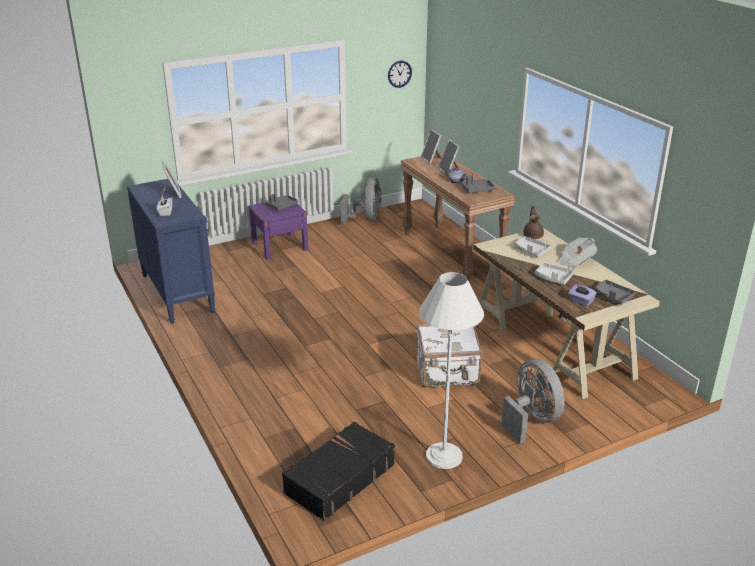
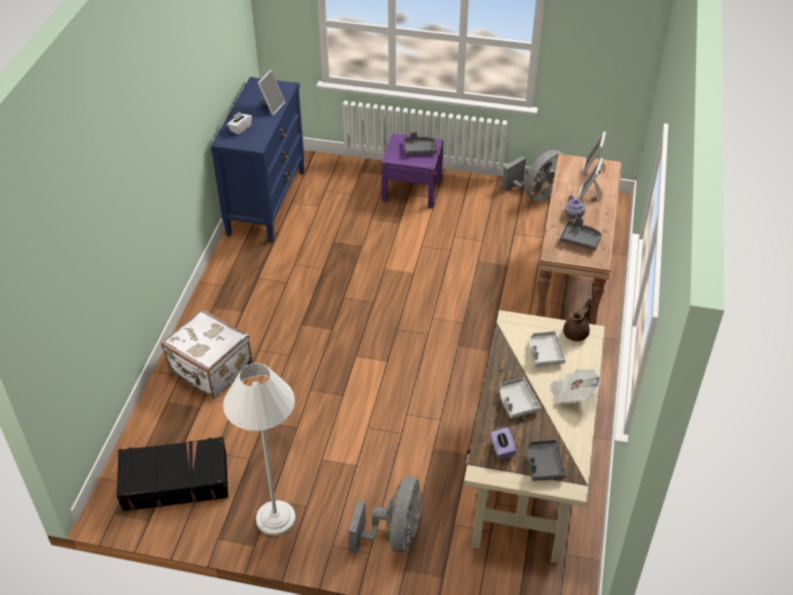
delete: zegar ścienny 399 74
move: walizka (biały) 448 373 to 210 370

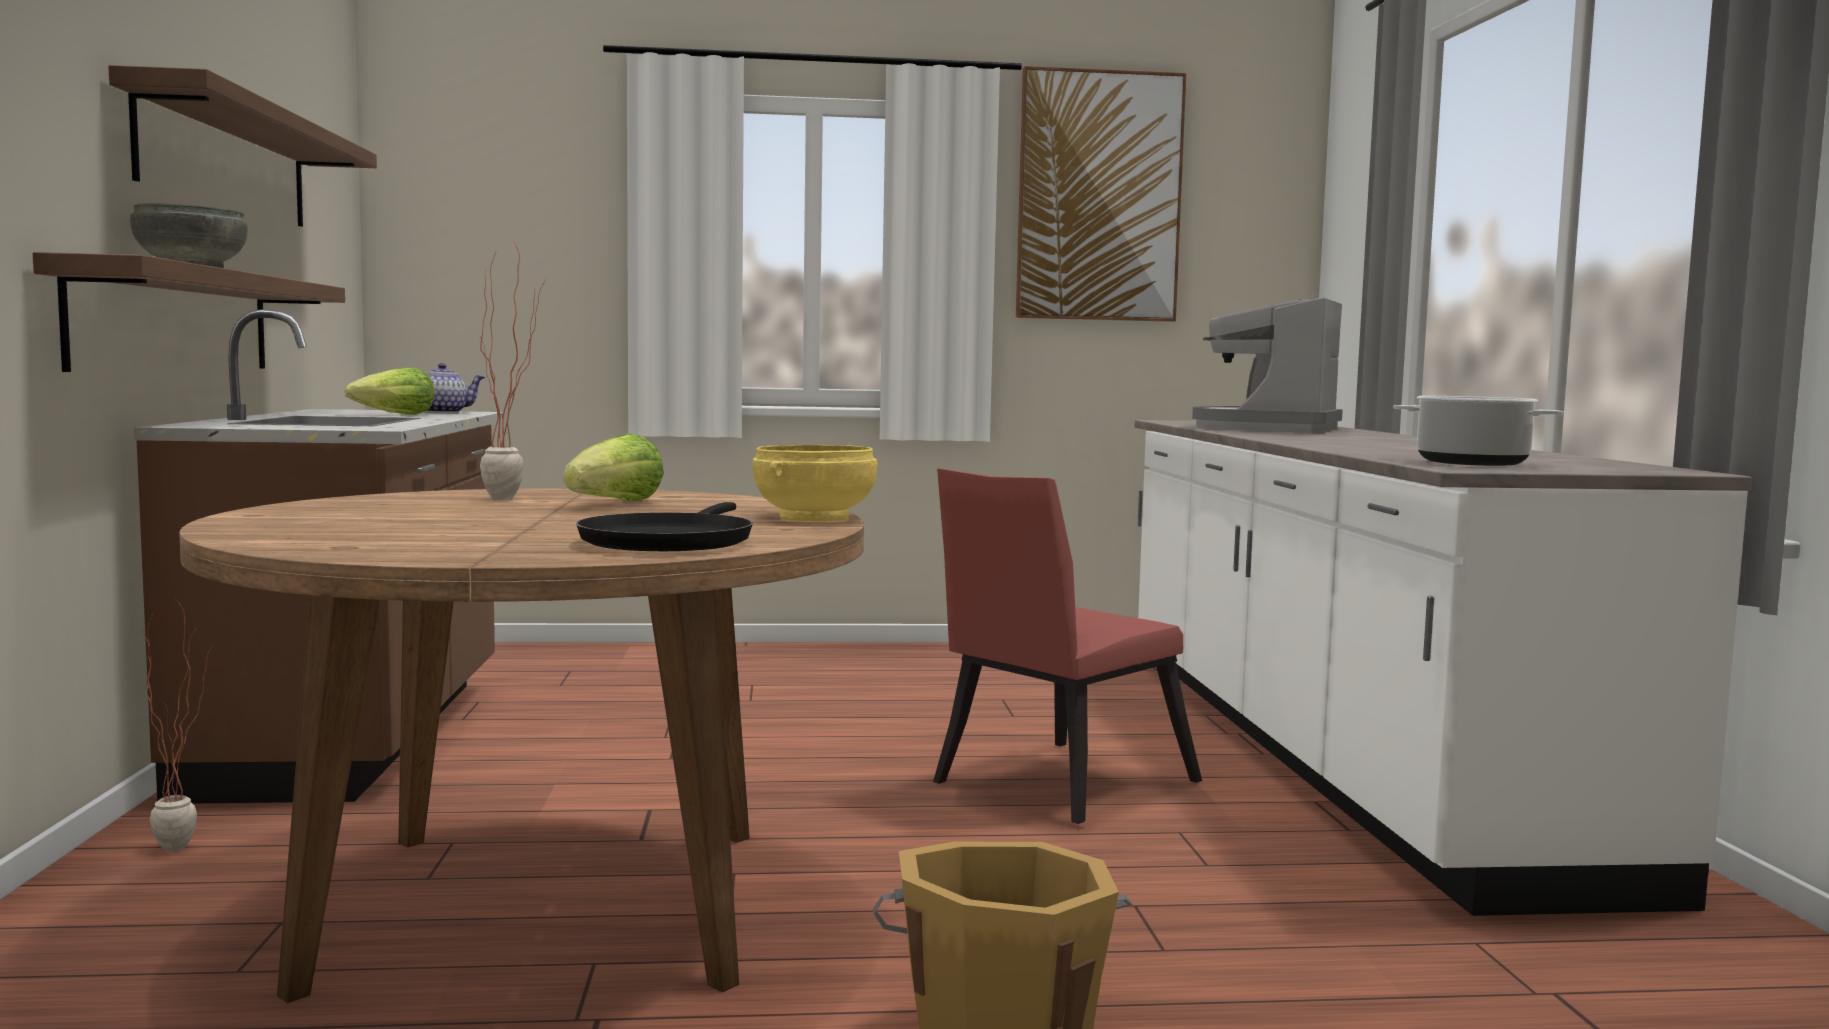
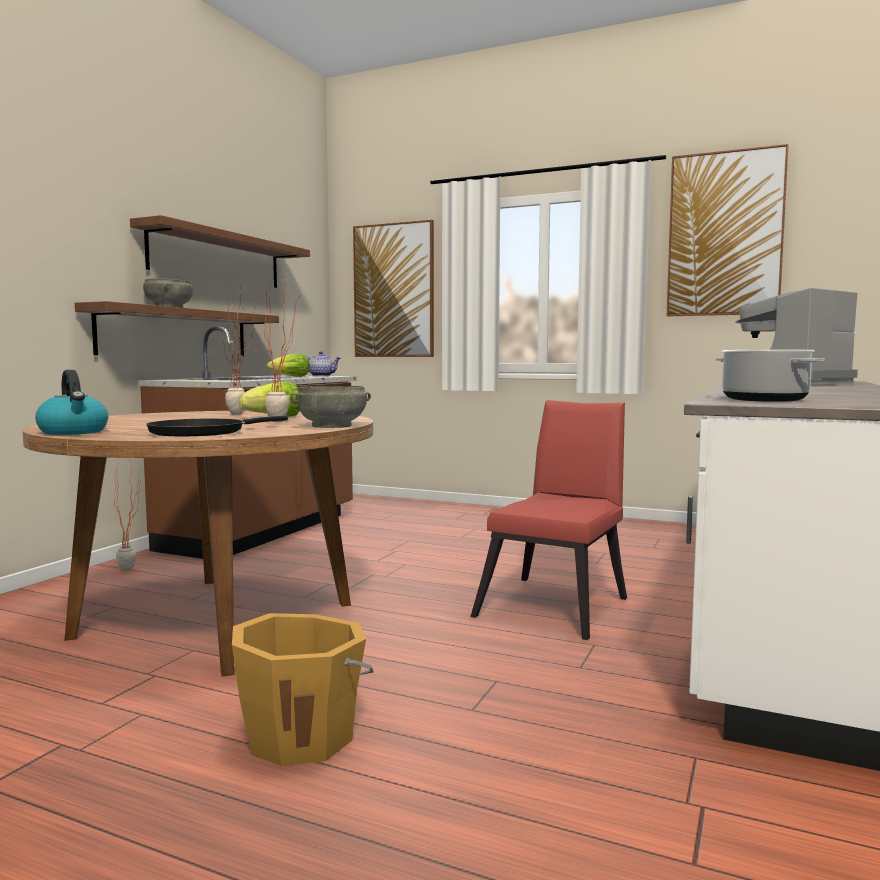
insert: czajnik 74 432; roślina doniczkowa 285 421; obraz 394 291
recolor: miska (żółty) 815 517 to miska (szary) 332 426
rotate: krzesło (czerwony) 1053 784 = 558 604 135 degrees clockwise

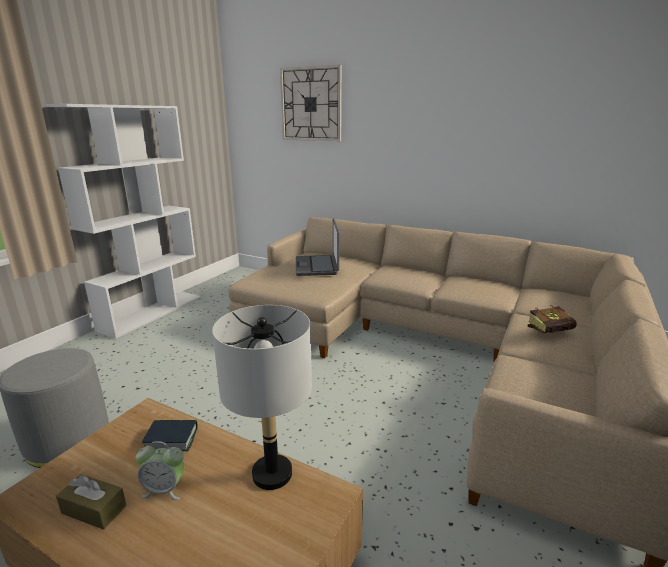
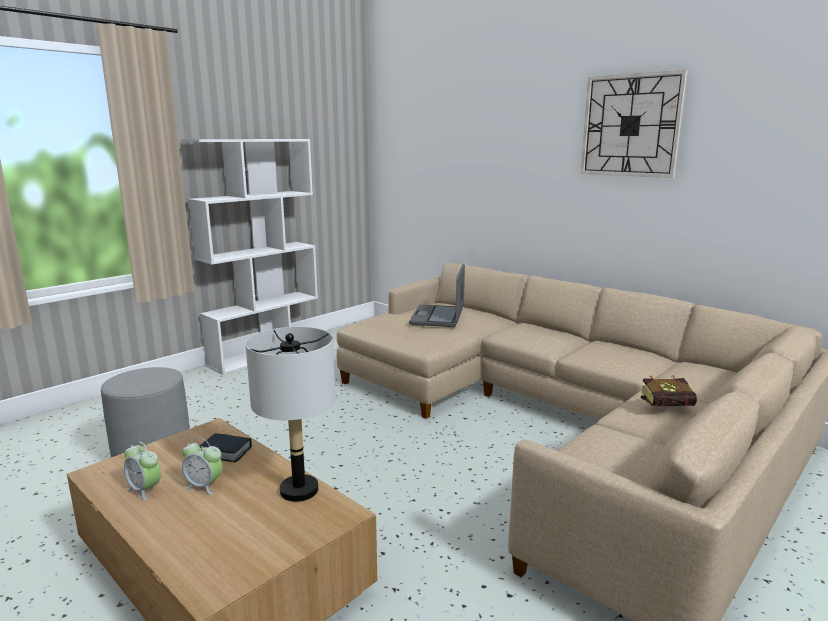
move: zegar ścienny 311 104 to 630 125
replace: pudełko chusteczek (brązowy) 94 509 to budzik 145 490

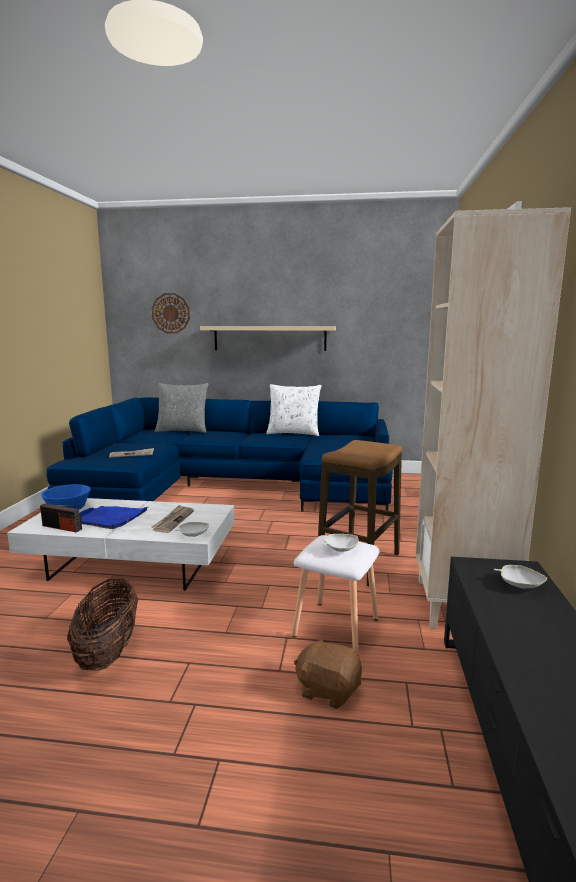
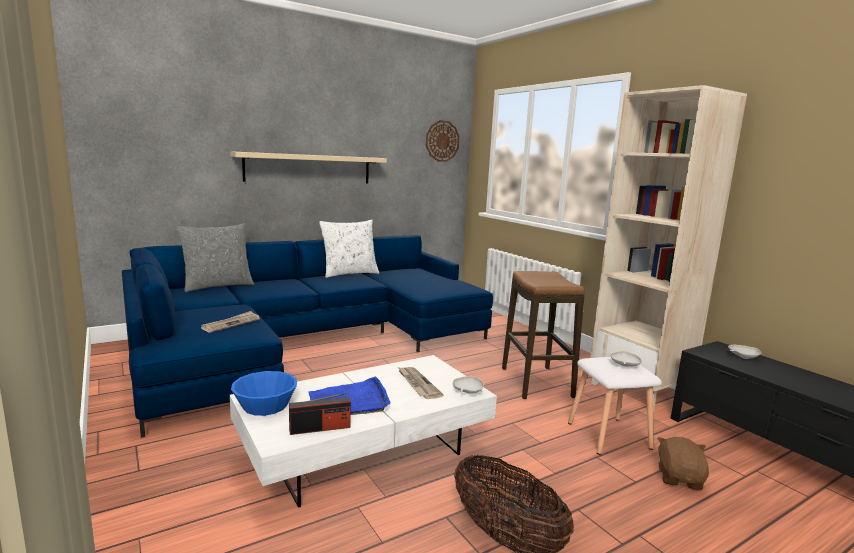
move: zegar ścienny 171 313 to 442 141
rotate: pluszak (brązowy) 328 690 = 680 479 120 degrees clockwise

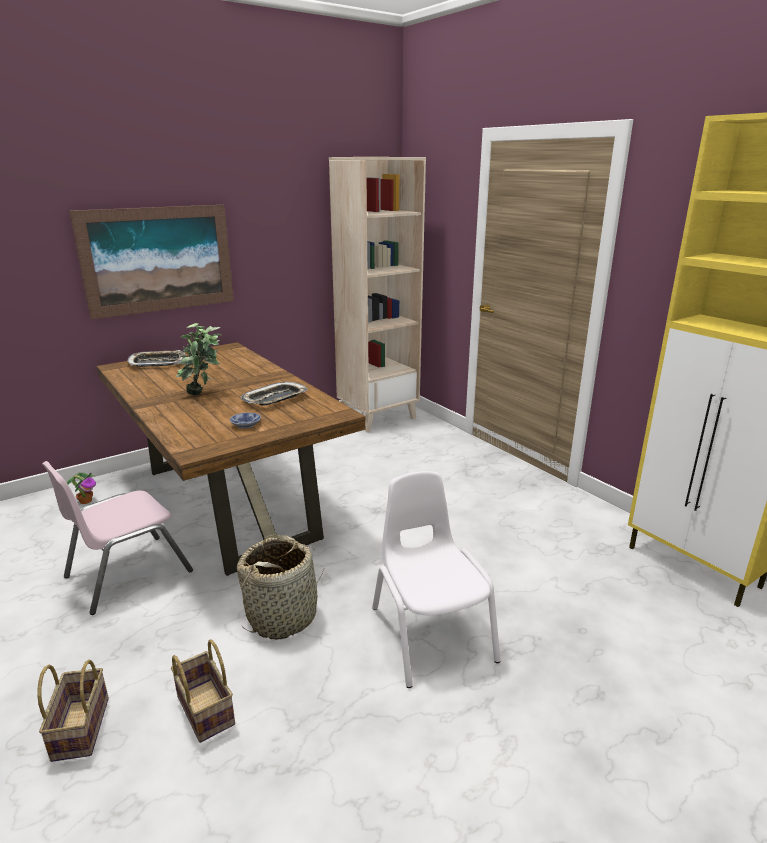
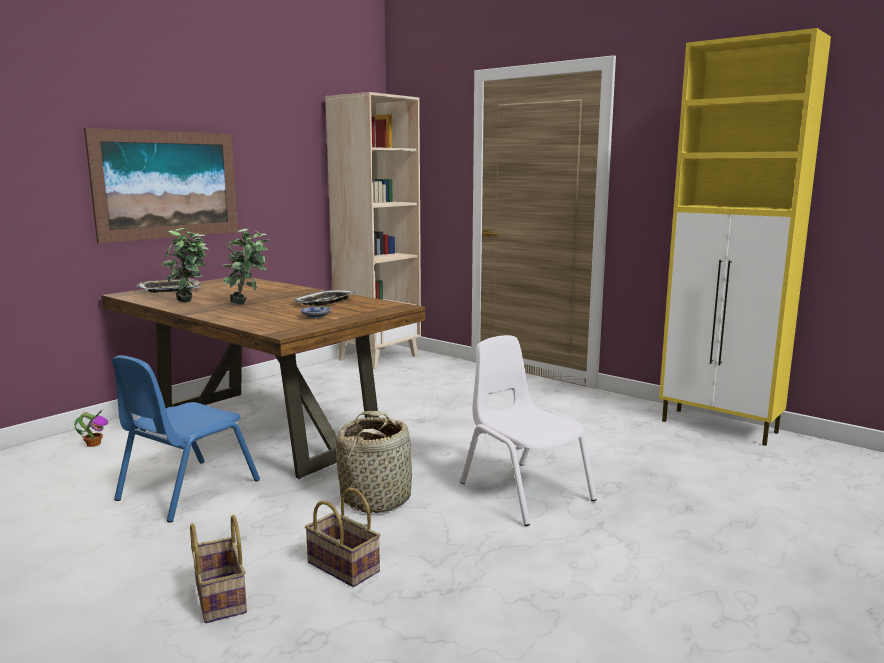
insert: roślina doniczkowa 190 302
recolor: krzesło (różowy) 127 573 to krzesło (niebieski) 187 490

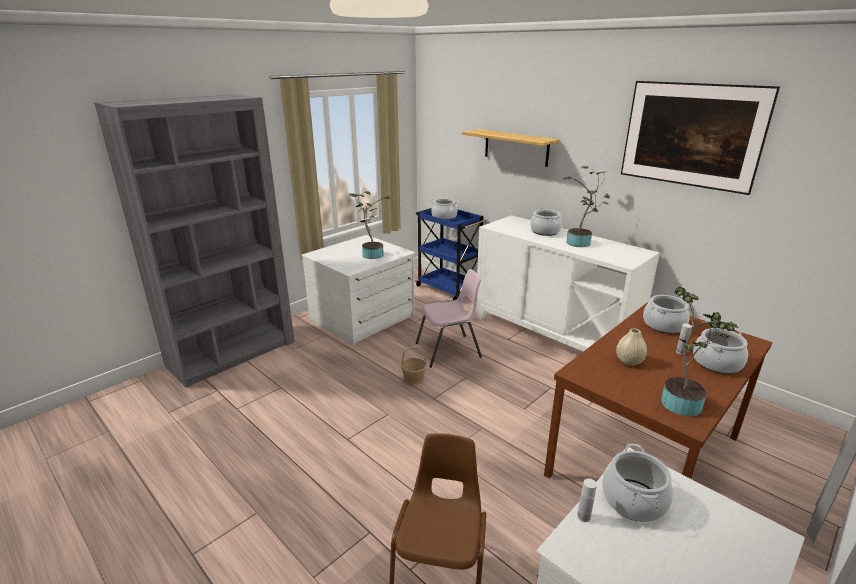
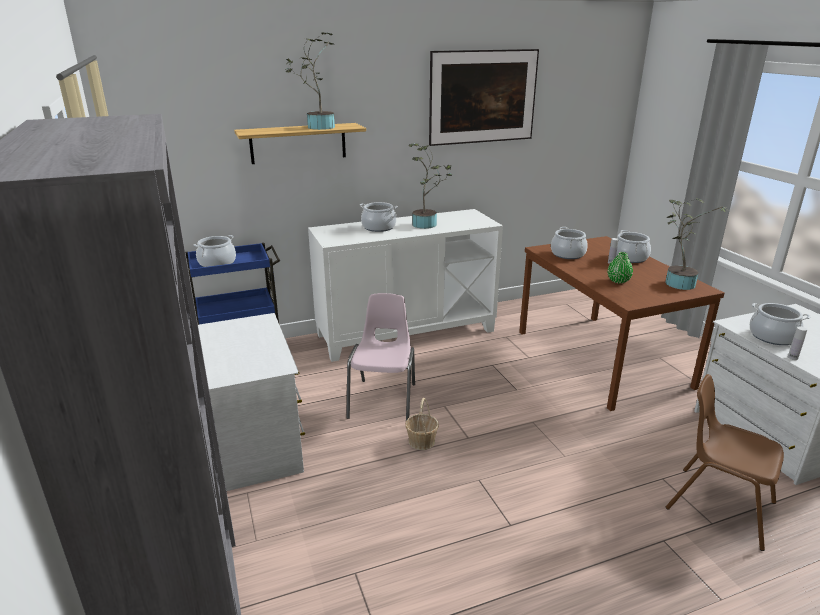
move: roślina doniczkowa 371 254 to 317 127
recolor: wazon (beżowy) 629 361 to wazon (zielony) 618 281

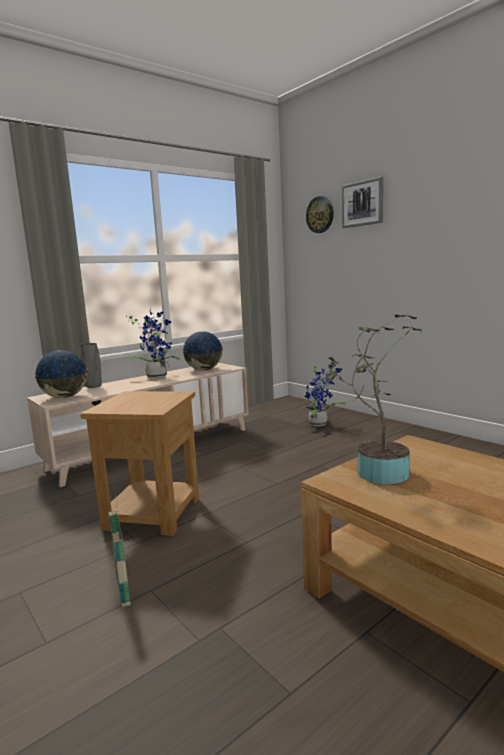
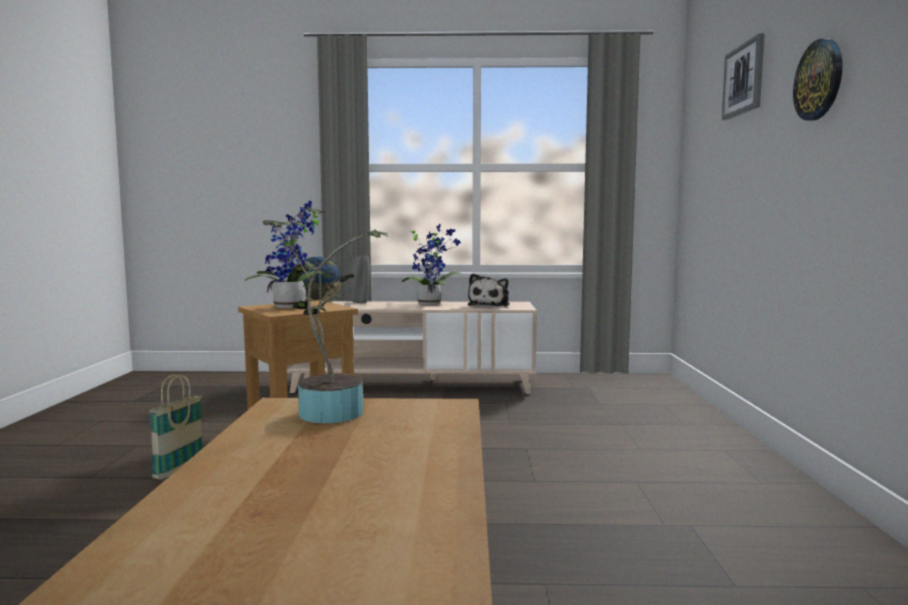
move: roślina doniczkowa 320 424 to 293 307; zegar ścienny 320 215 to 819 80
replace: globus 204 370 to pluszak 490 305

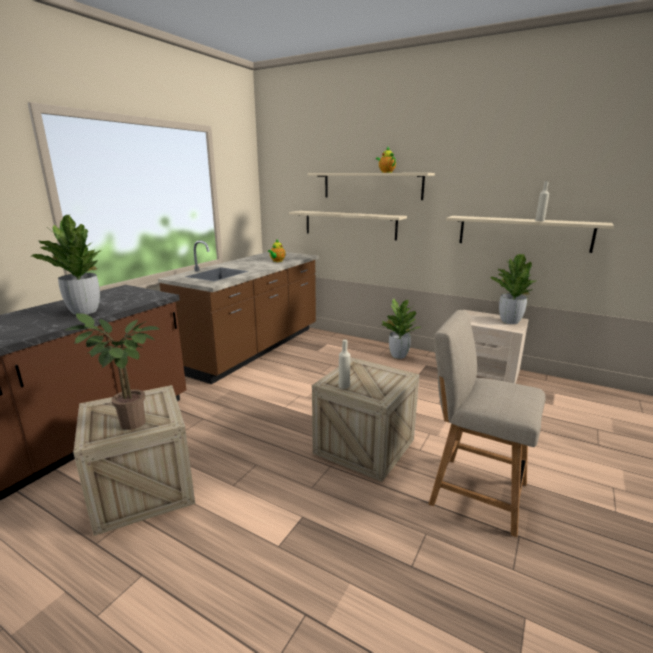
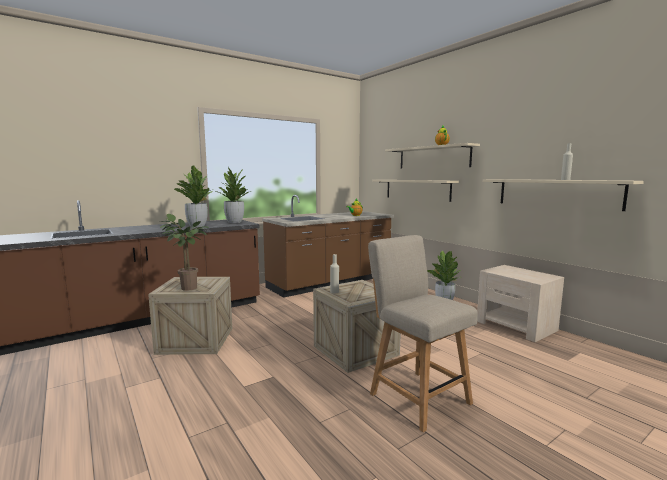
move: roślina doniczkowa 509 321 to 234 222

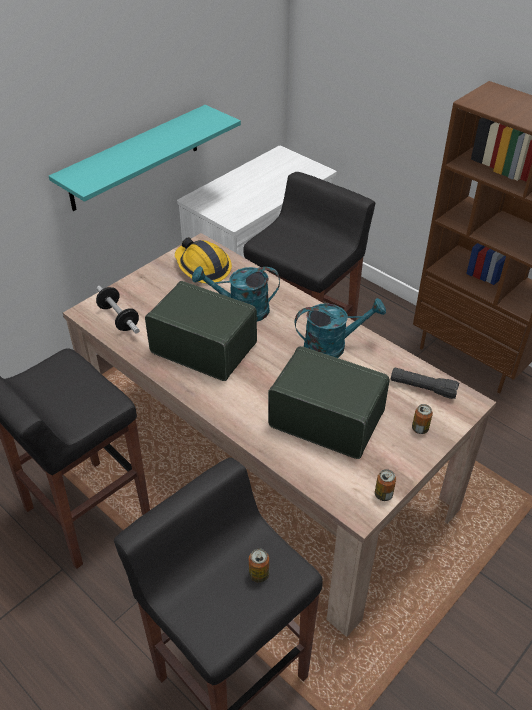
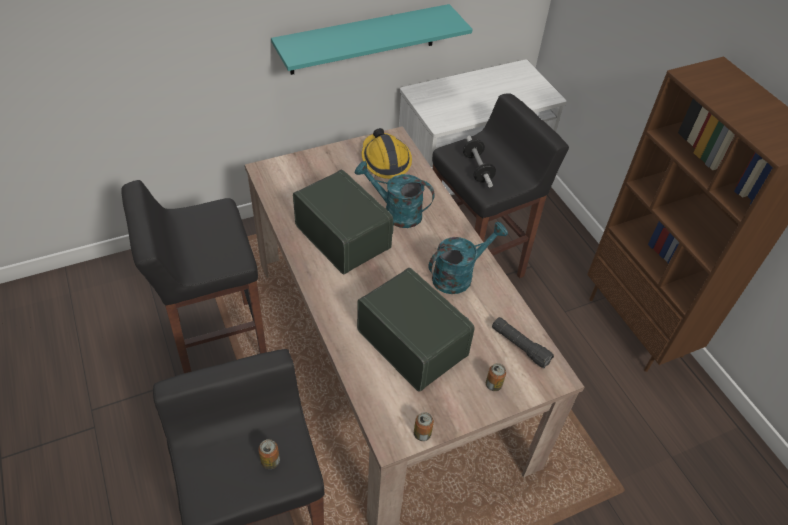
move: hantel 118 318 to 477 169
rotate: konewka (turkusowy) 332 346 = 458 275 45 degrees counterclockwise

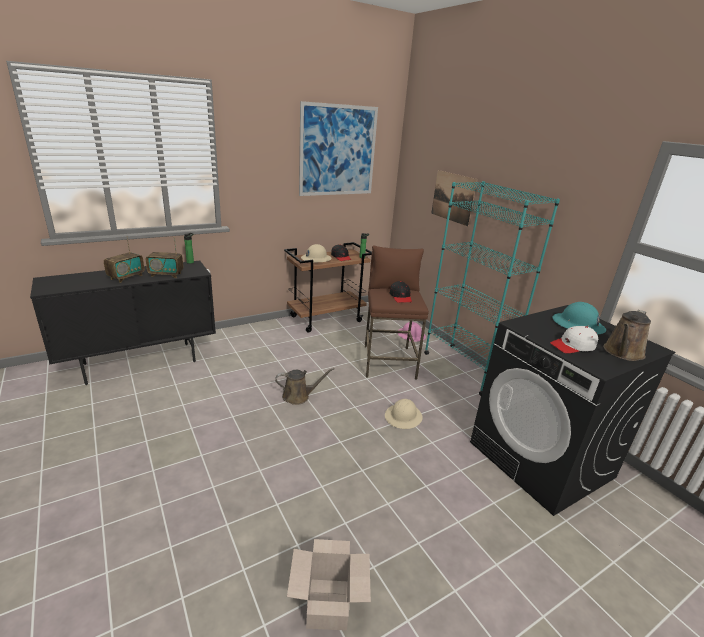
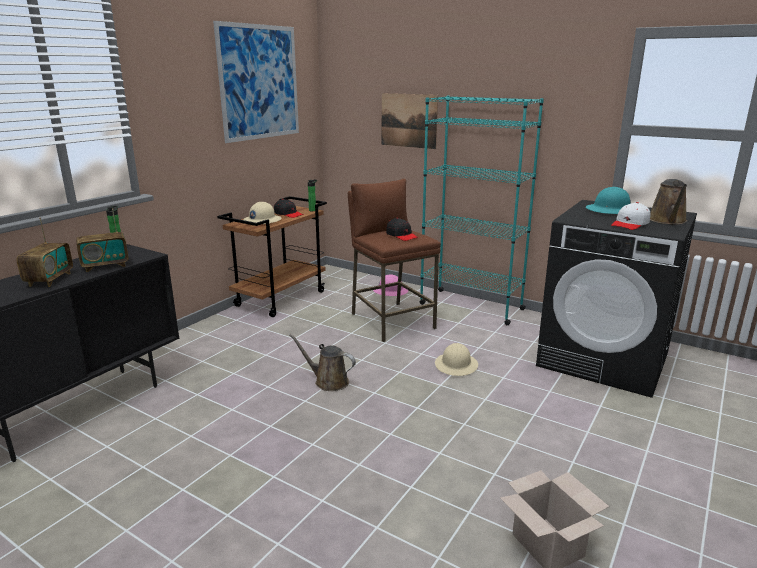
rotate: konewka (brązowy) 298 396 = 328 381 120 degrees counterclockwise

